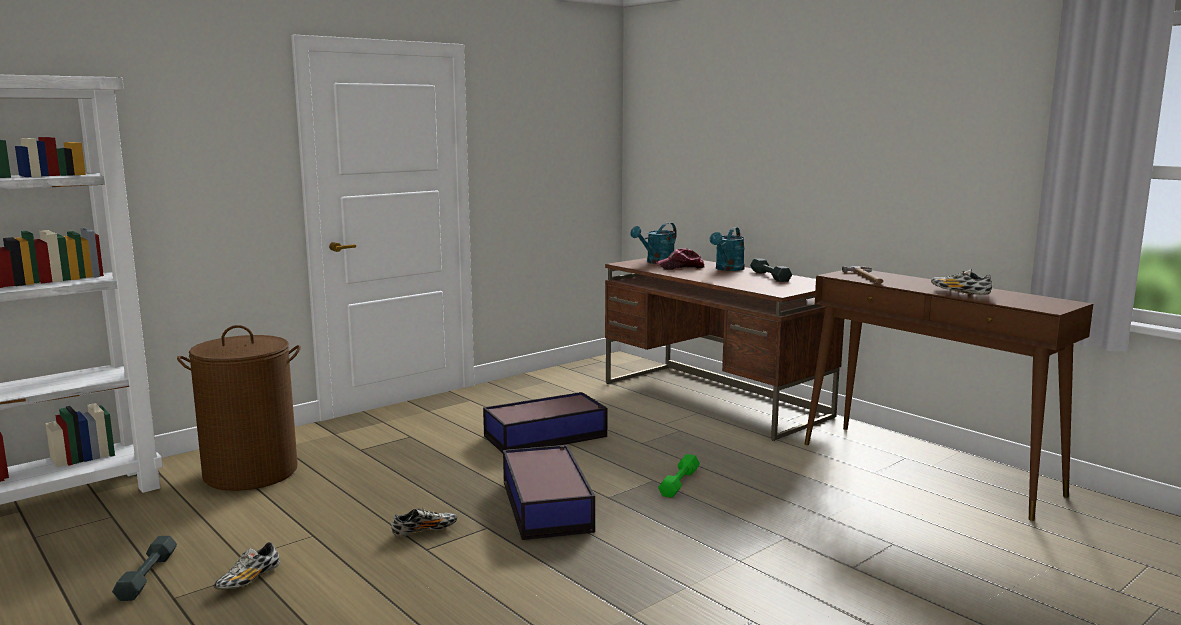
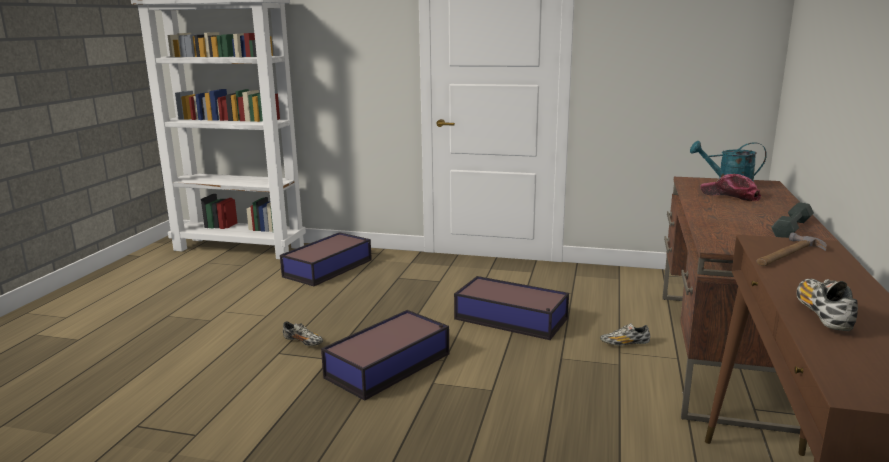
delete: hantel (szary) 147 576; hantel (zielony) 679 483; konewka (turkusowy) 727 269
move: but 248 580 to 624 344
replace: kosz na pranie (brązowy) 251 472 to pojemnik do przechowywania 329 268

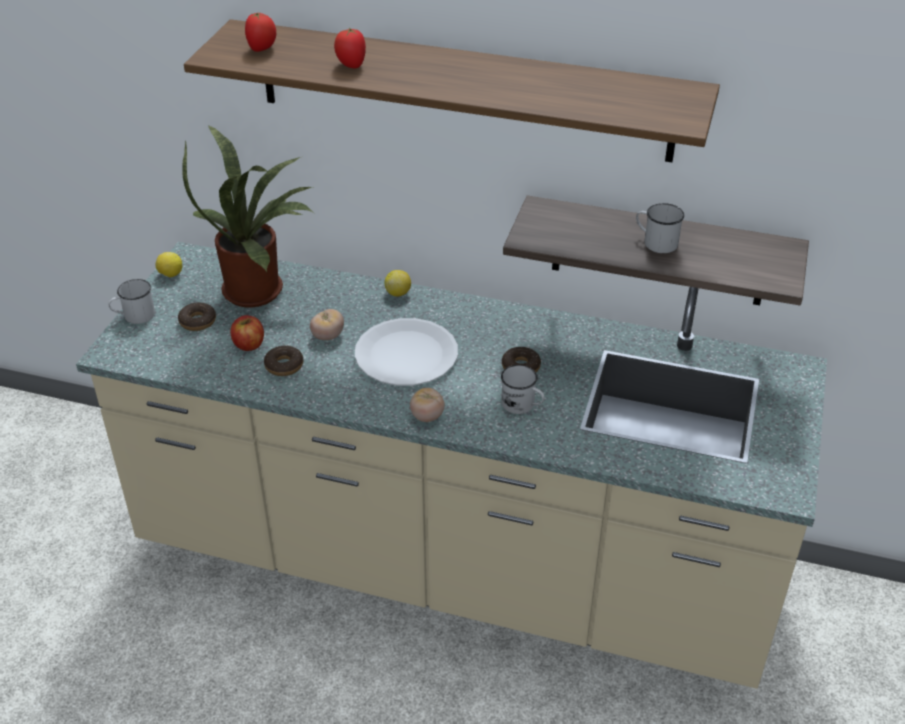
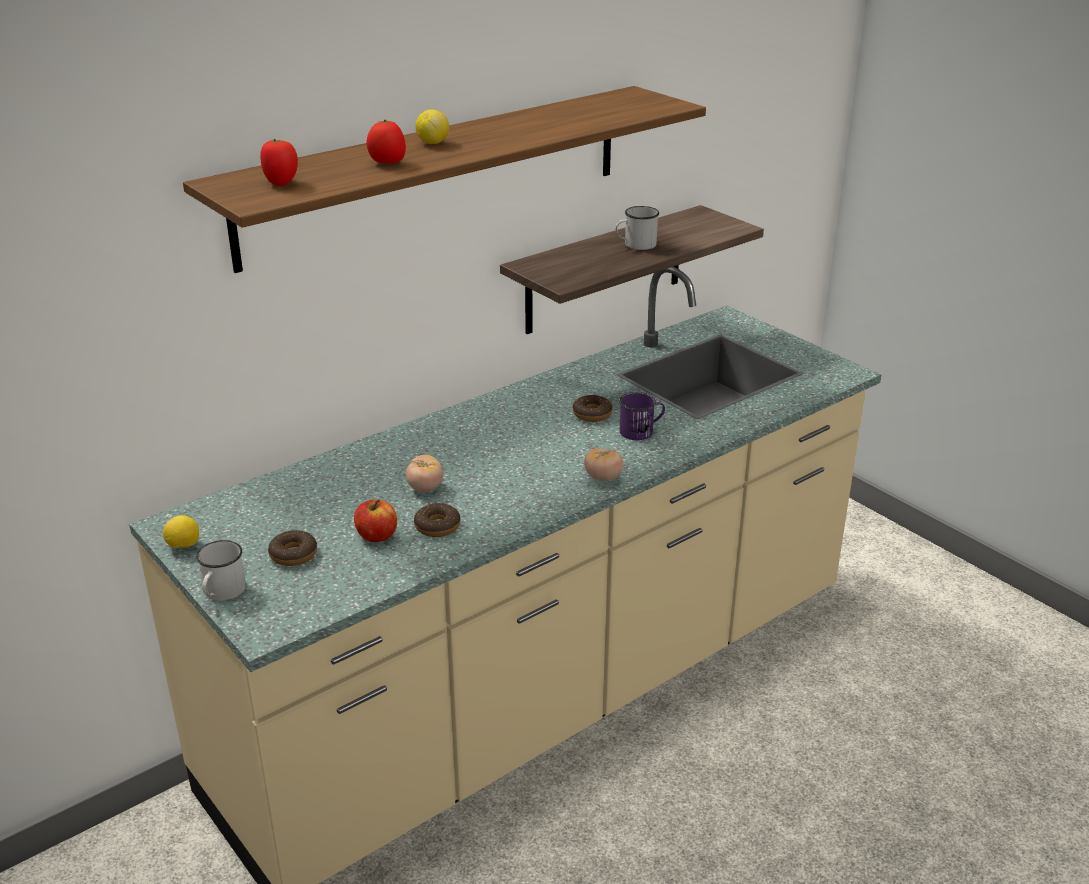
delete: roślina doniczkowa 259 290; talerz (biały) 407 354
move: cytryna 398 293 to 433 143
recolor: kubek (biały) 522 405 to kubek (fioletowy) 641 431

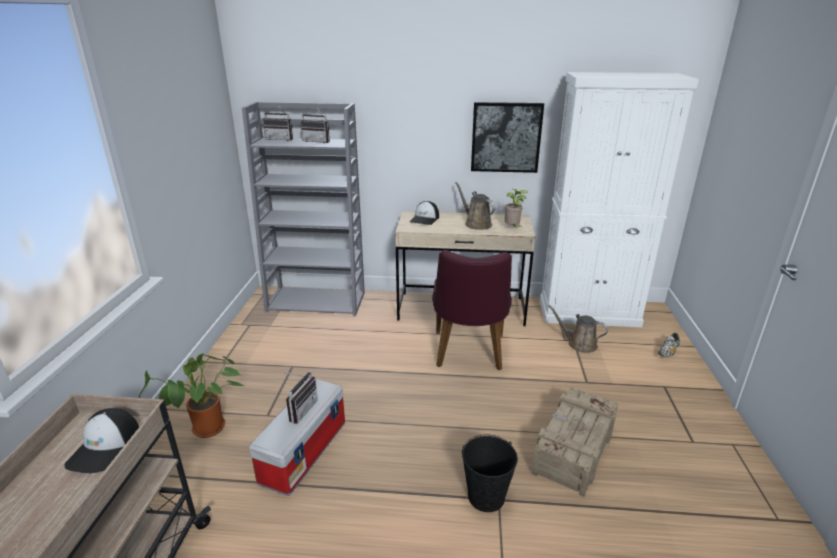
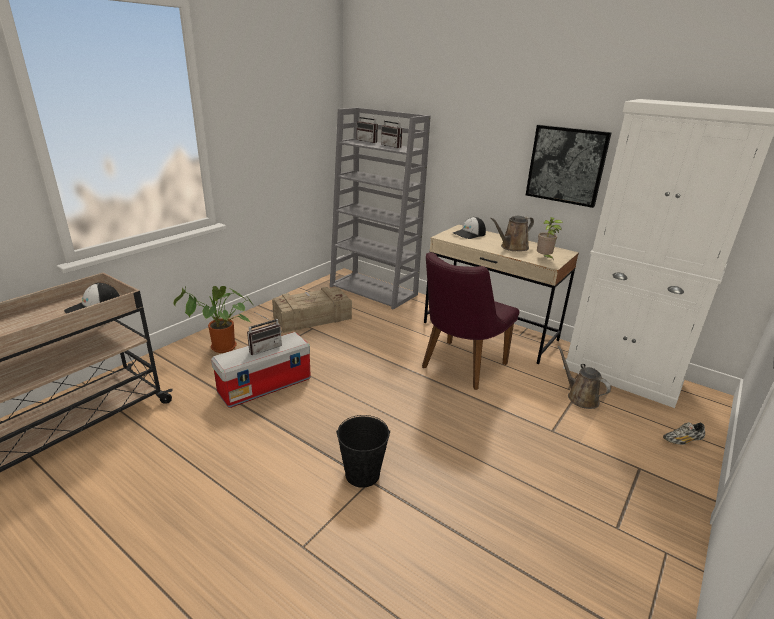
move: skrzynka 573 449 to 312 318
rotate: konewka (brązowy) 476 224 = 512 247 120 degrees counterclockwise

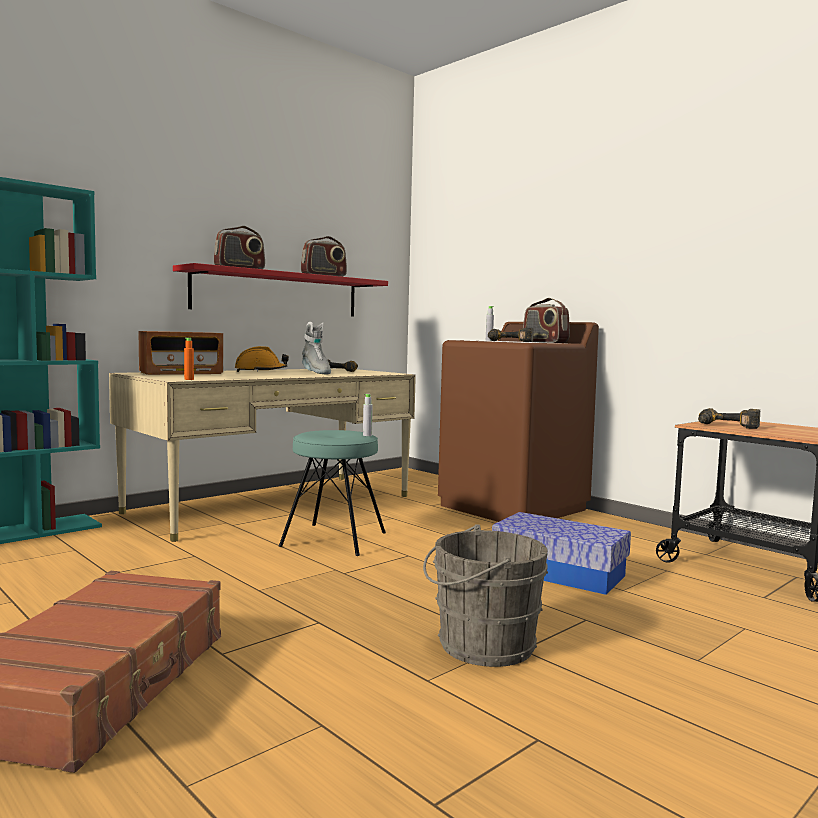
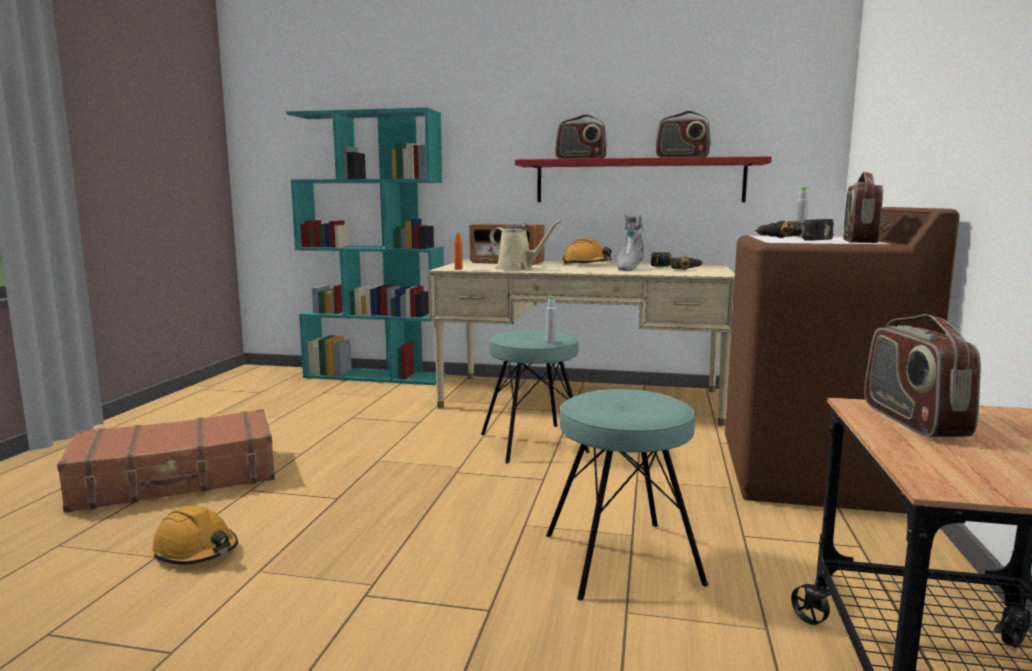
delete: wiadro (szary) 480 645
insert: kask (pomarańczowy) 196 551; konewka (beżowy) 518 269
replace: pojemnik do przechowywania 559 572 to stołek (turkusowy) 621 559; wiertarka 726 426 to radio 912 420

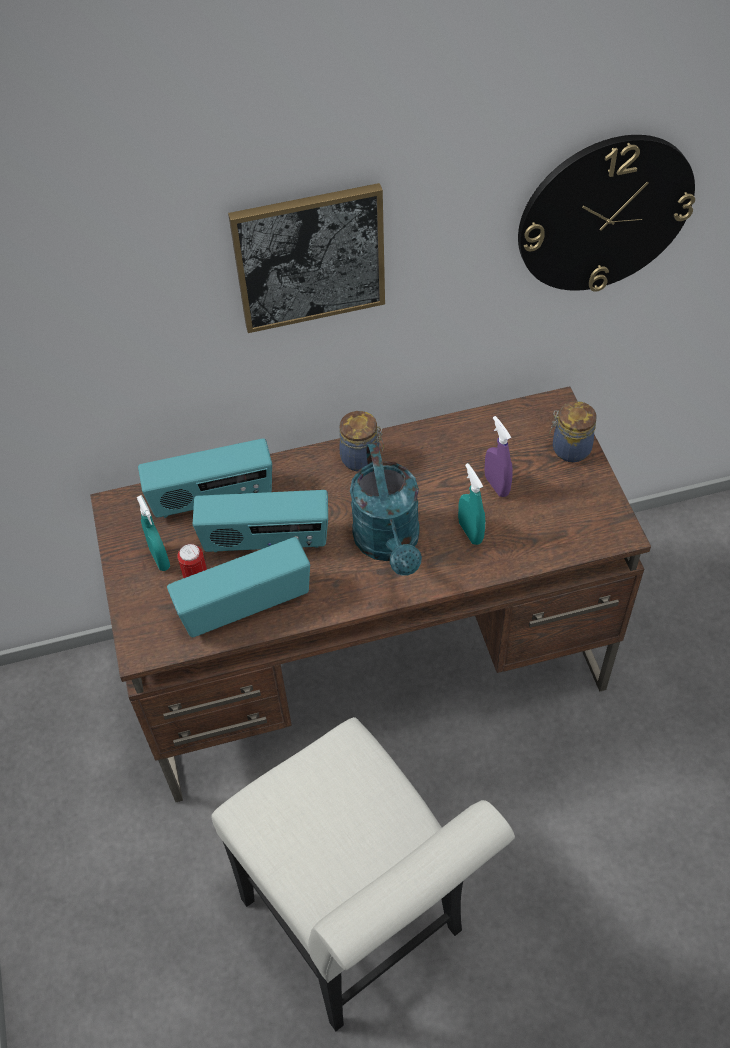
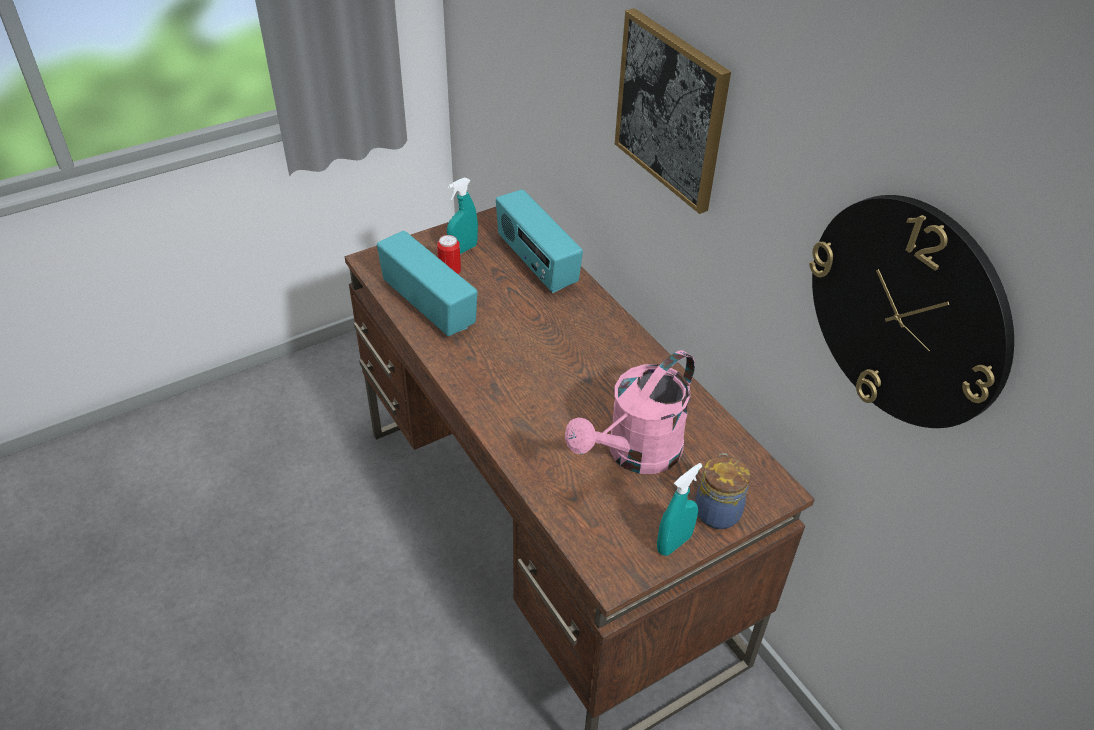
delete: radio 266 541; krzesło (biały) 361 928; słoik 362 459; konewka (turkusowy) 389 544
move: spryskiwacz (turkusowy) 470 532 to 674 543
replace: spryskiwacz (fioletowy) 496 485 to konewka (różowy) 635 454

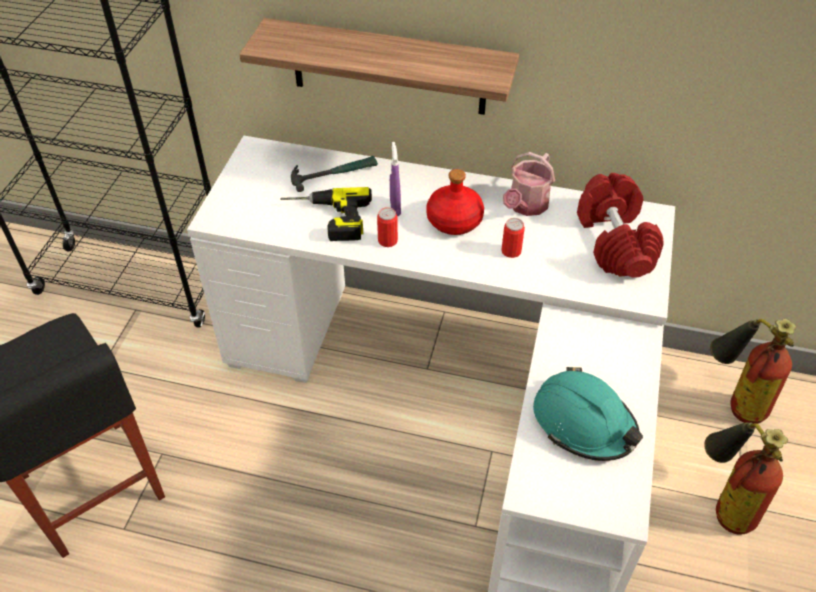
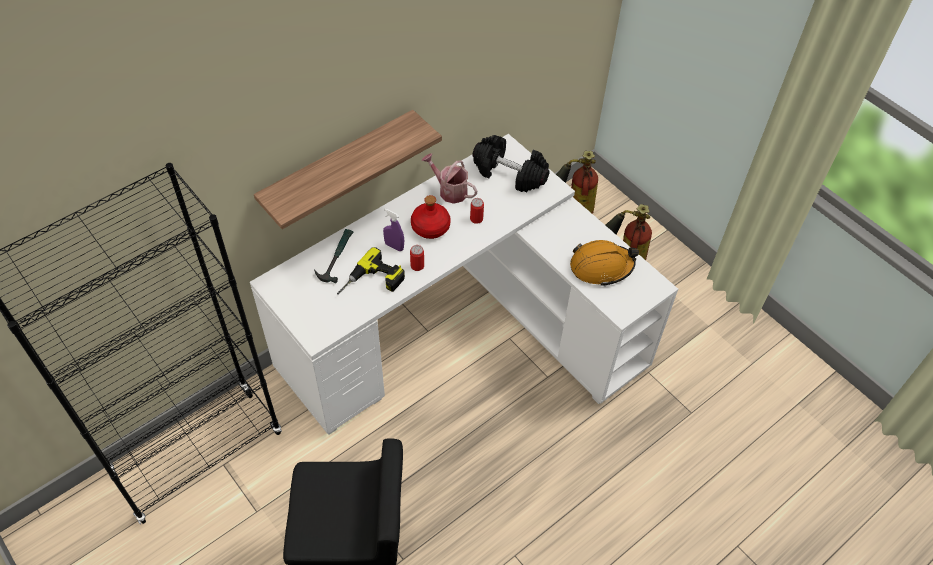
recolor: kask (turkusowy) 584 423 to kask (pomarańczowy) 601 267; hantel (czerwony) 614 241 to hantel (czarny) 509 174
rotate: konewka 526 206 = 449 190 150 degrees clockwise

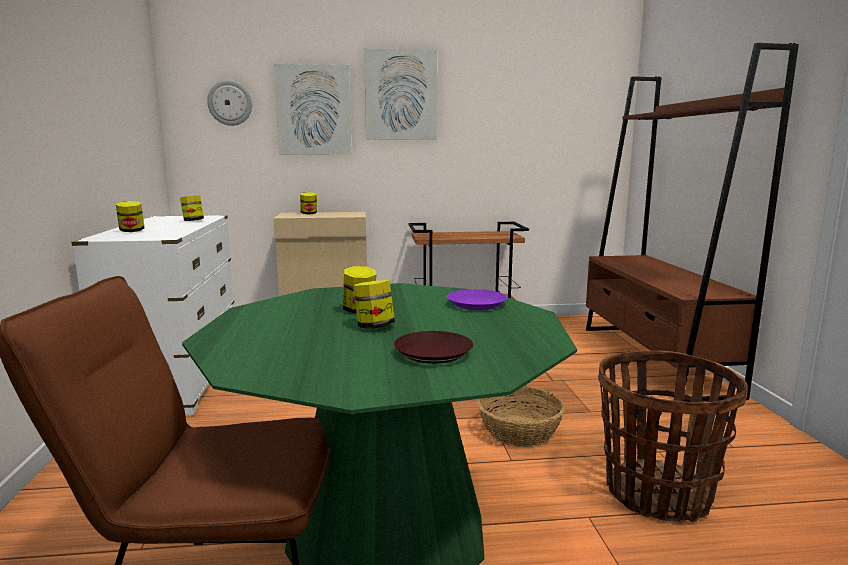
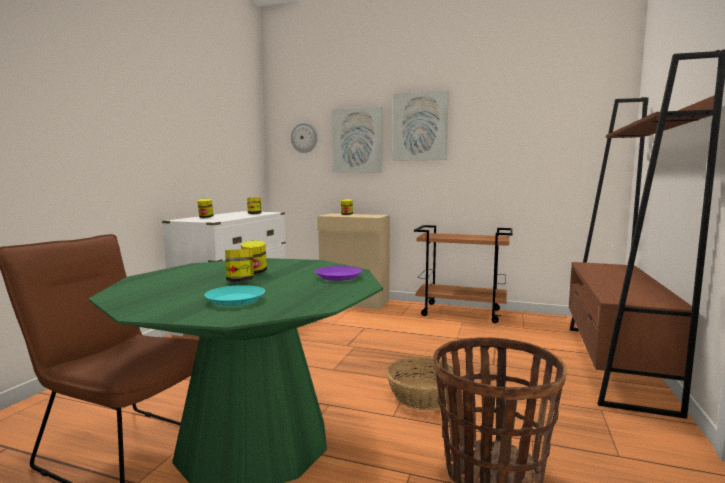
recolor: talerz (brązowy) 433 353 to talerz (turkusowy) 236 300

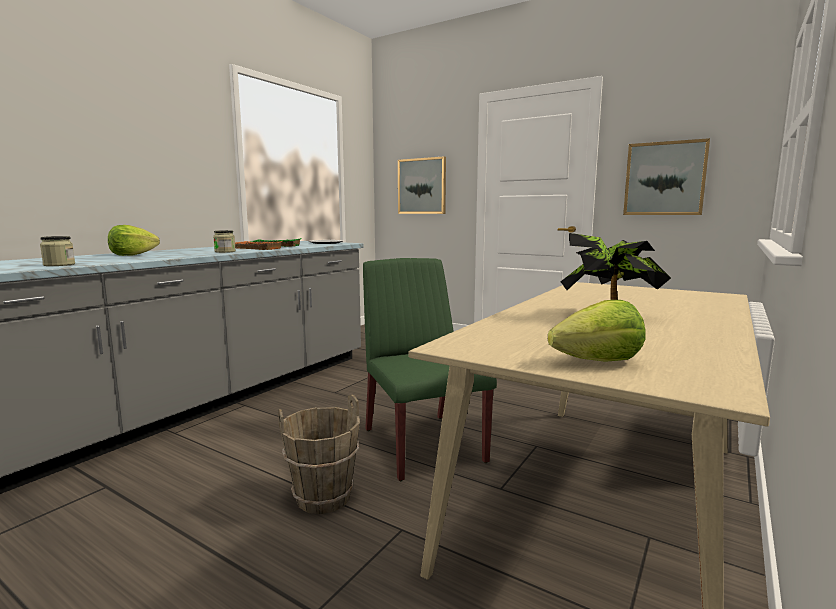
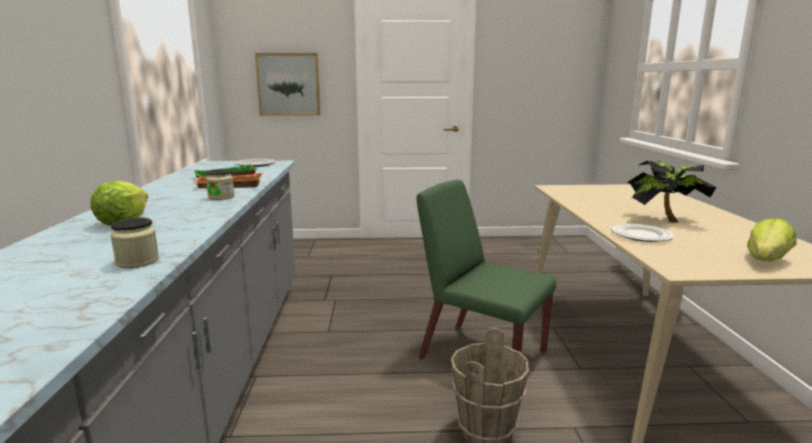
delete: obraz 664 178
insert: talerz 641 235

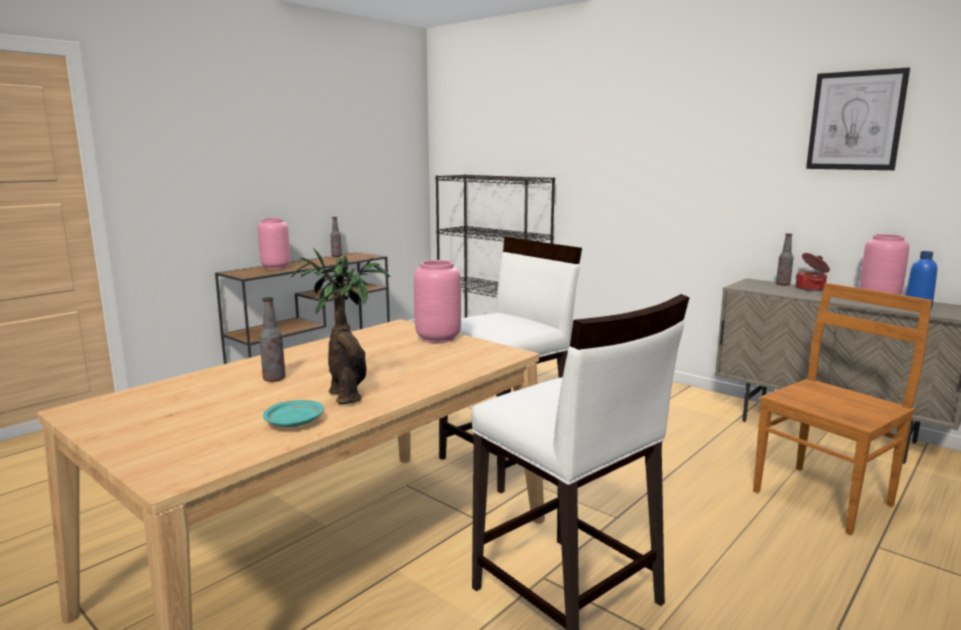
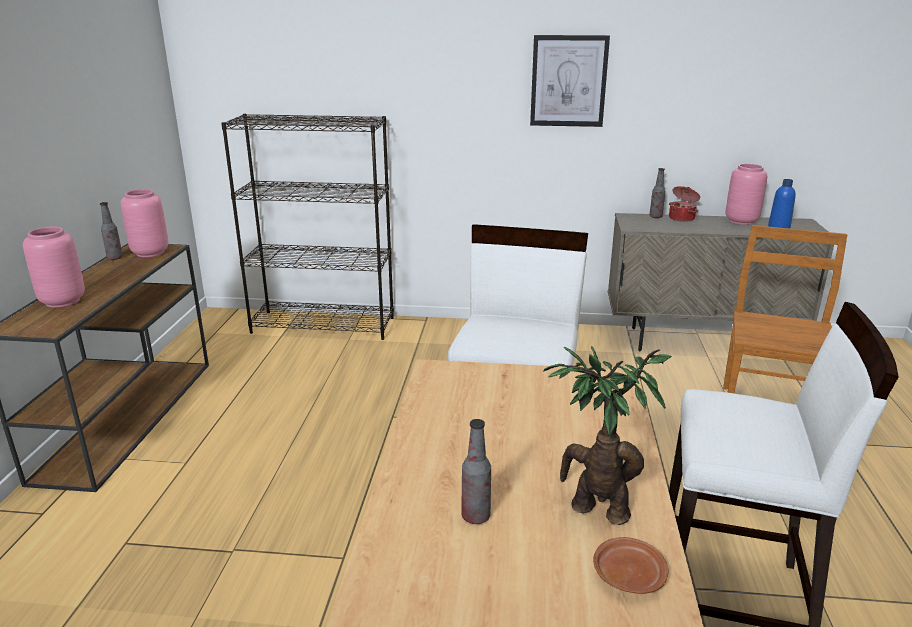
move: wazon (różowy) 438 338 to 150 252; obraz 855 121 to 568 81
recolor: talerz (turkusowy) 294 422 to talerz (brązowy) 628 575

